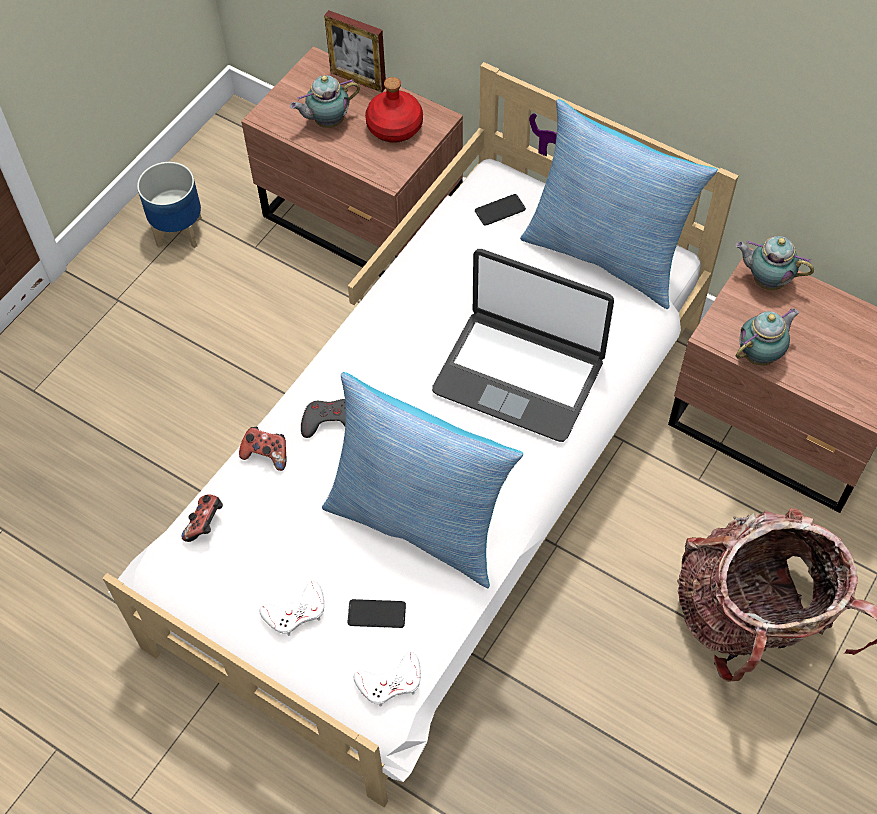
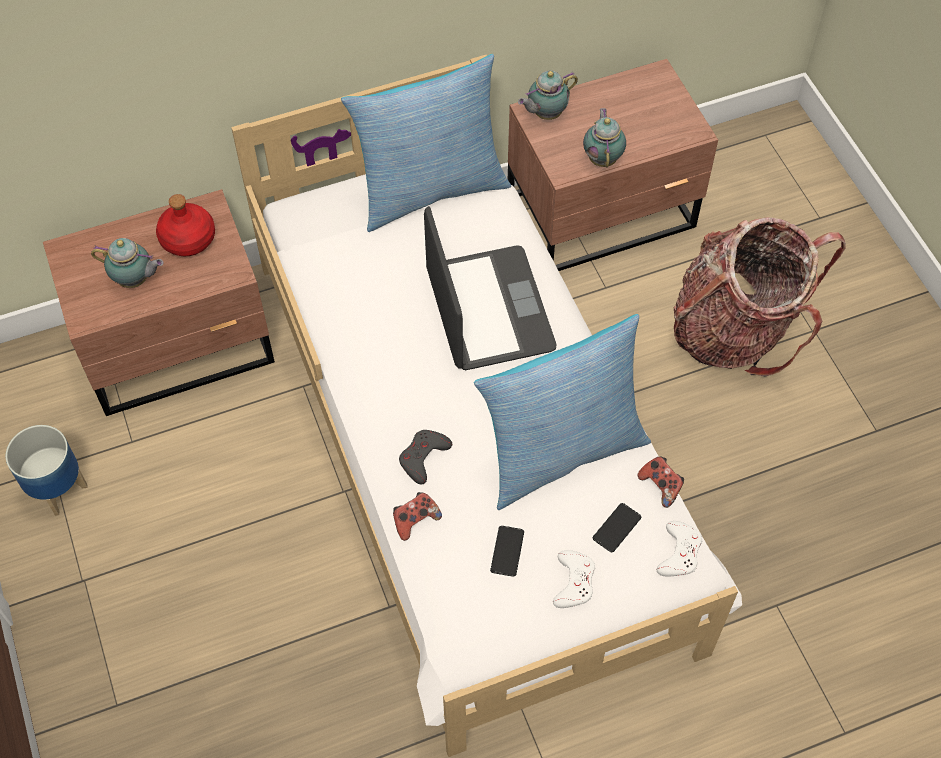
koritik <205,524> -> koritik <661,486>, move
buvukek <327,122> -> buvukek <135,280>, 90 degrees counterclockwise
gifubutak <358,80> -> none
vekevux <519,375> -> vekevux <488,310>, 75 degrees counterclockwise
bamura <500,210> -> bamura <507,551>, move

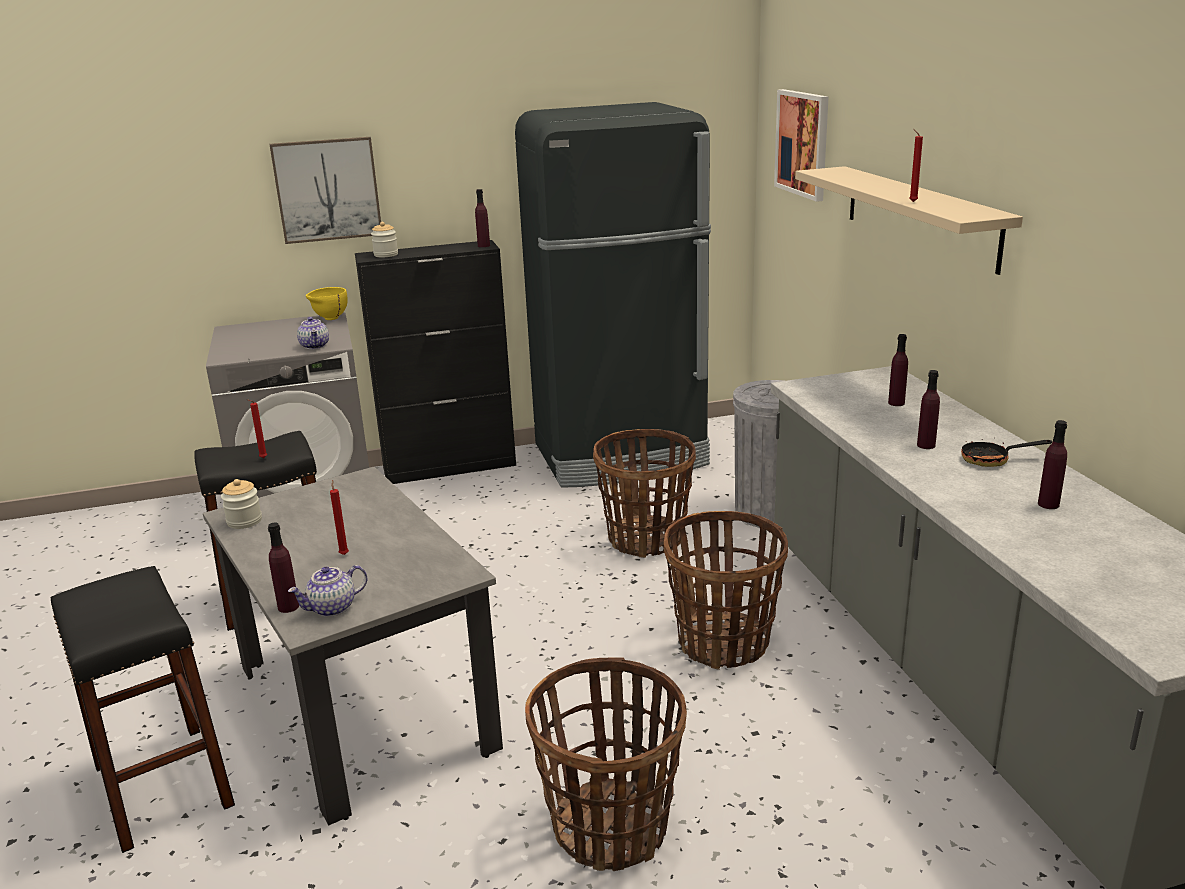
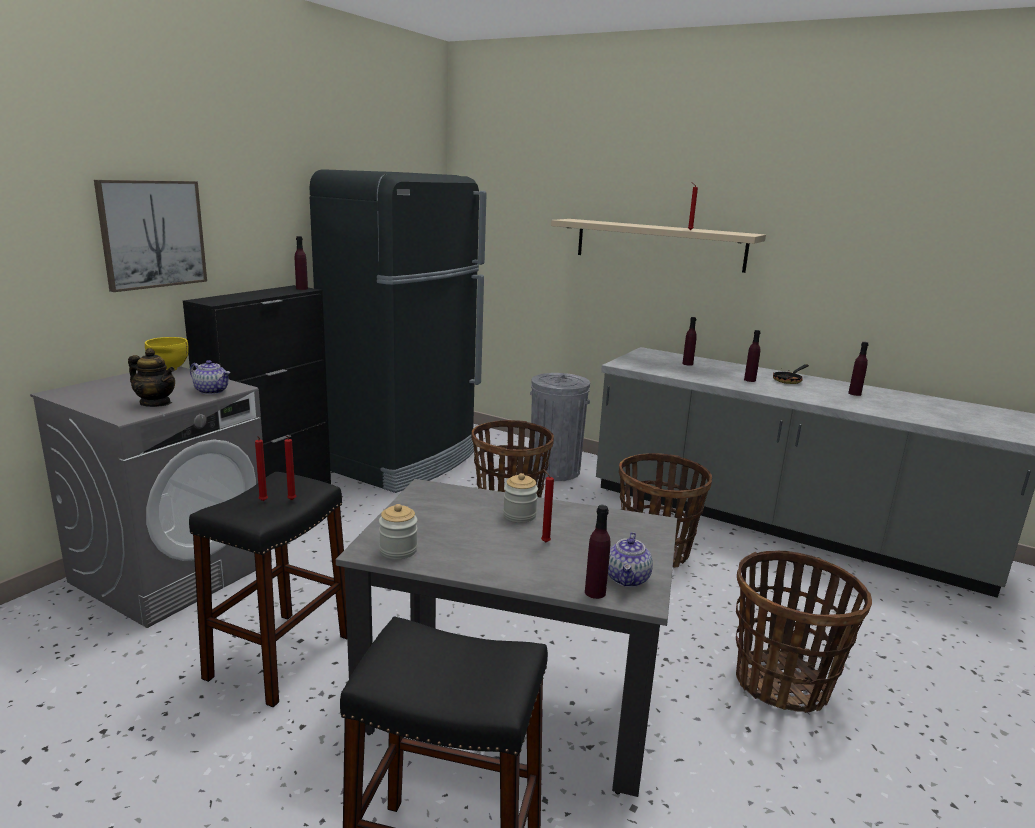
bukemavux <386,255> -> bukemavux <519,515>, move
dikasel <803,143> -> none
none -> buvukek <156,403>
none -> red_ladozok <263,501>

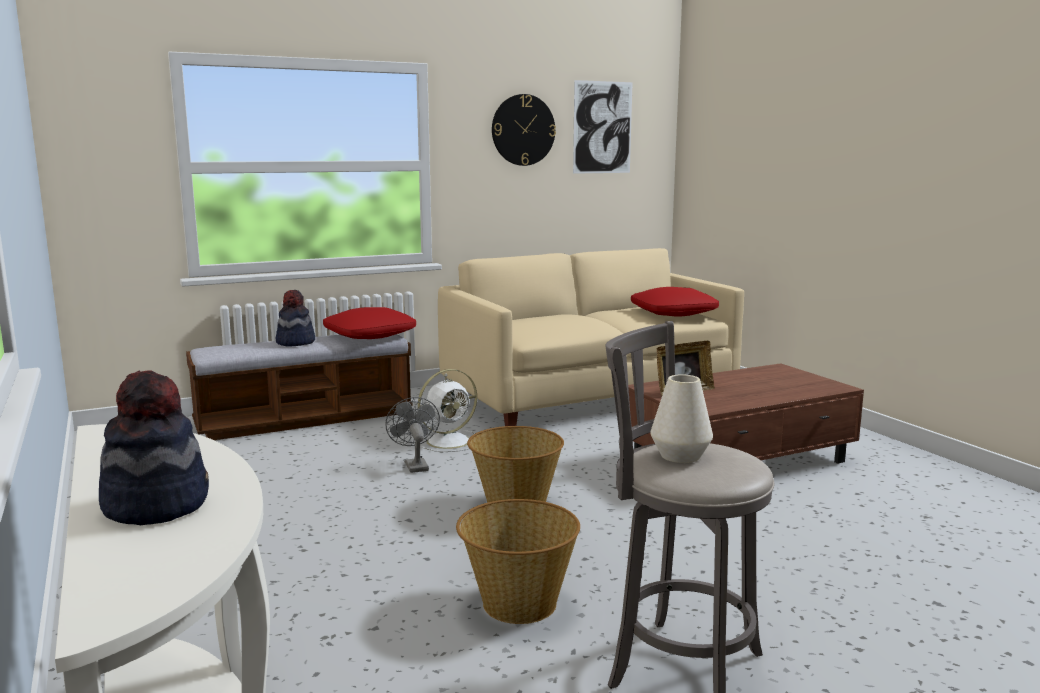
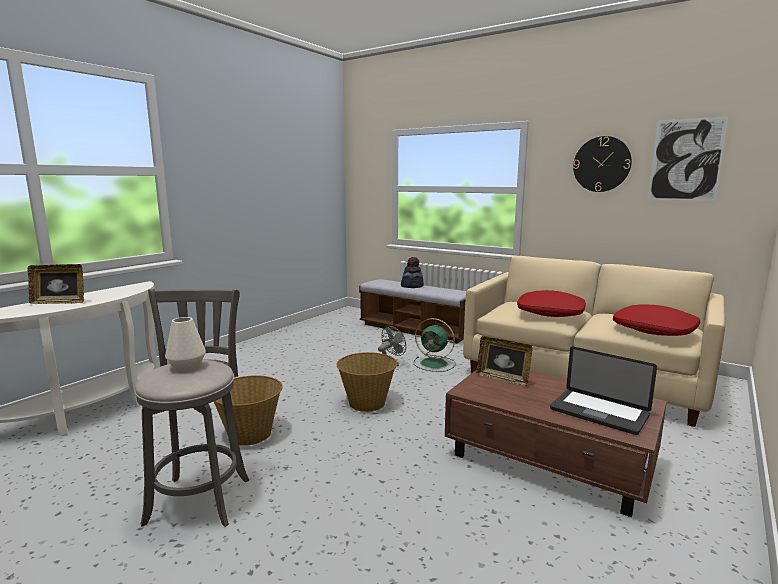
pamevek <156,504> -> gifubutak <59,302>
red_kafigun <370,334> -> red_kafigun <550,312>, move
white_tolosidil <450,441> -> green_tolosidil <435,364>
none -> vekevux <599,412>

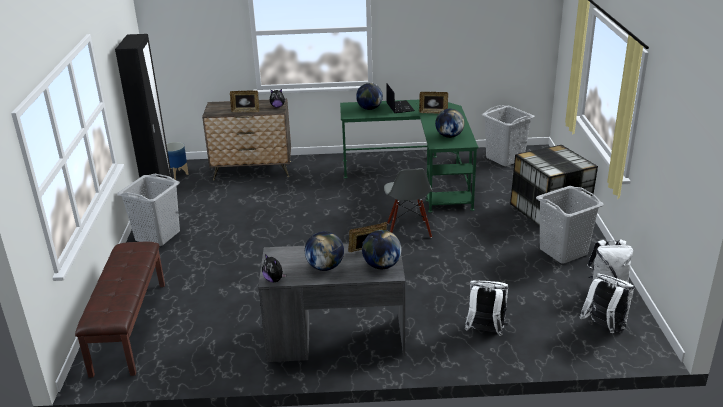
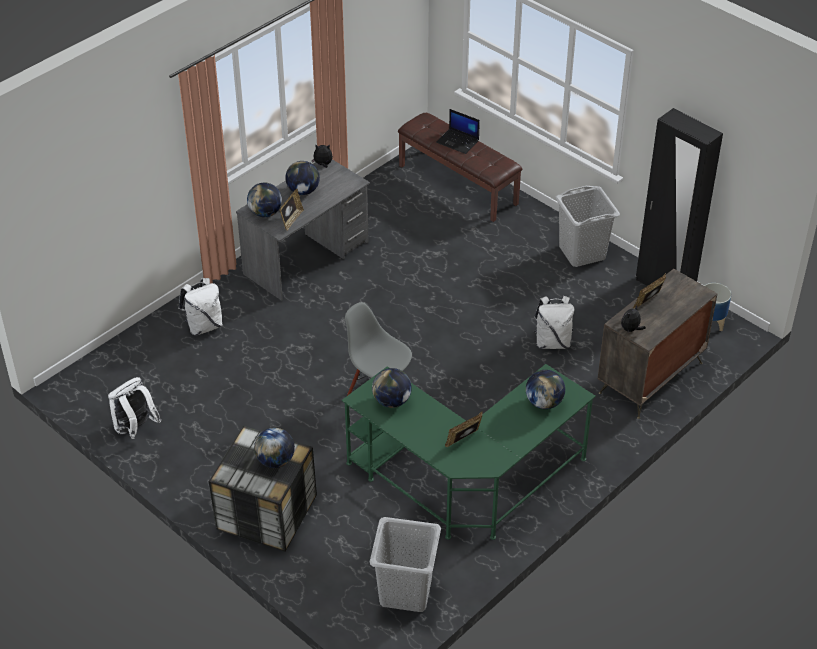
vekevux <399,107> -> vekevux <458,141>, move
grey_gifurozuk <562,251> -> none
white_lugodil <604,328> -> white_lugodil <552,342>, move
none -> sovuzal <275,461>

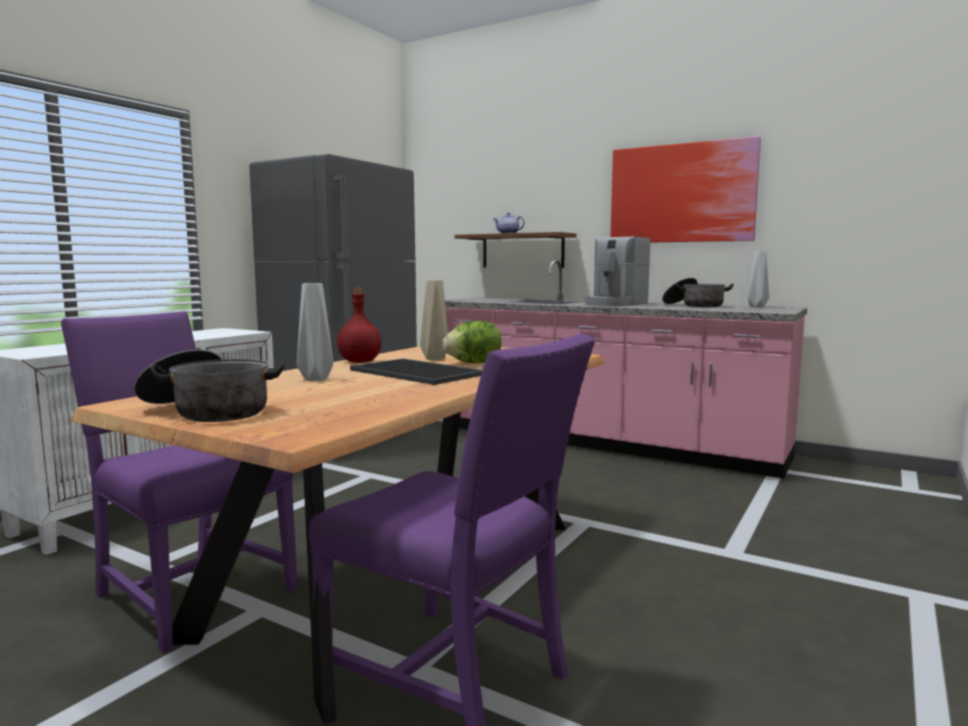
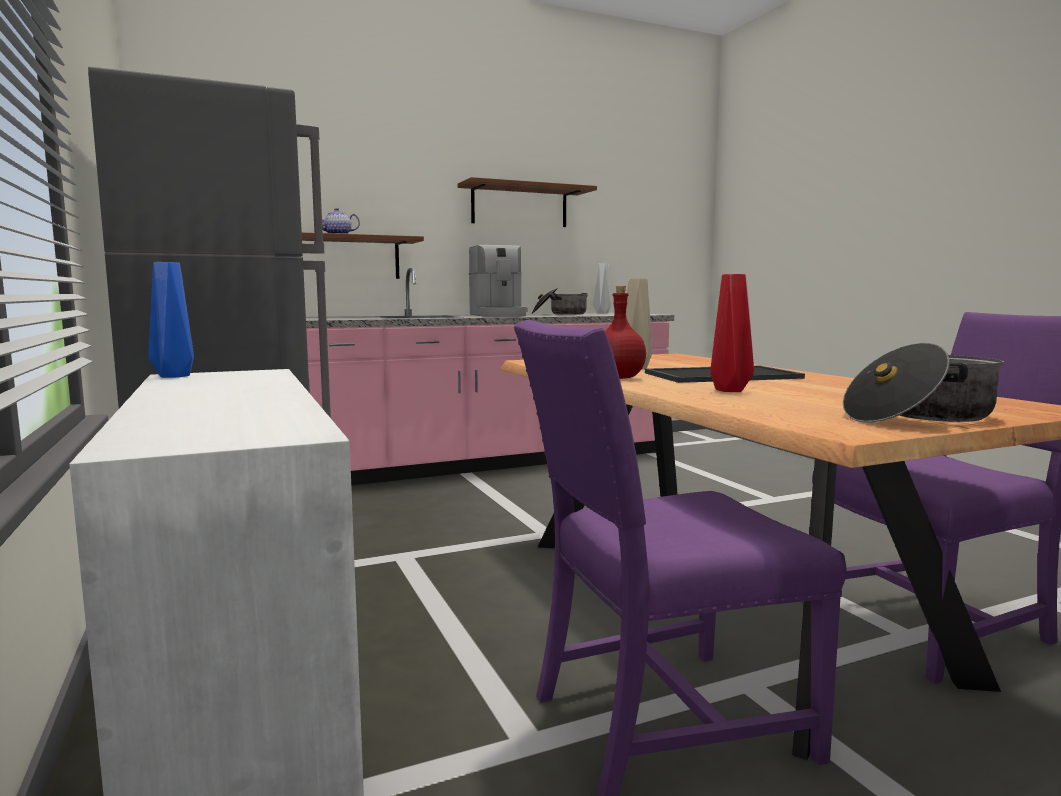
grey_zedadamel <314,379> -> red_zedadamel <730,390>
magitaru <474,363> -> none
dikasel <681,193> -> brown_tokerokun <519,206>
none -> blue_zedadamel <176,376>

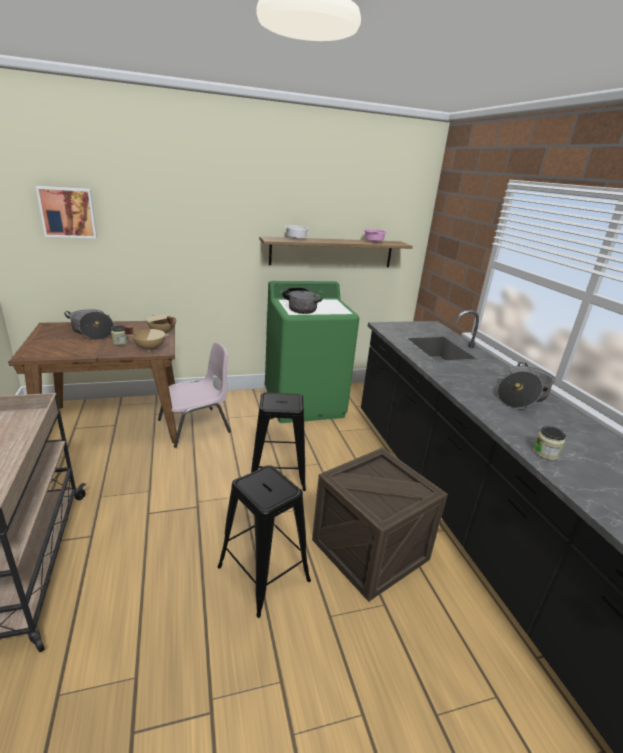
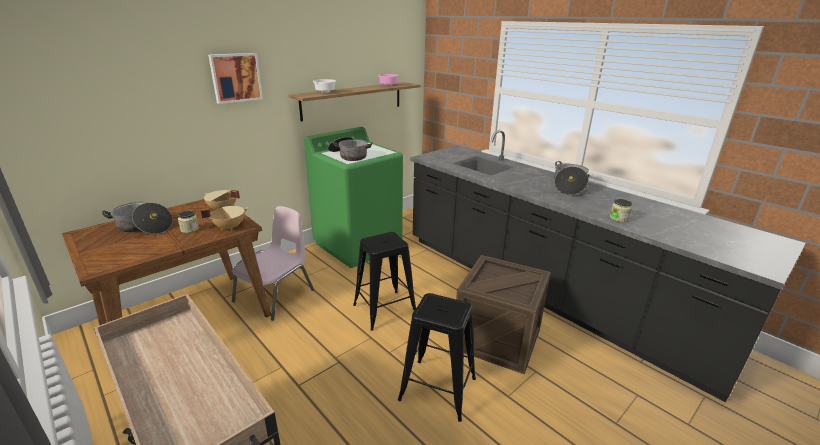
dikasel <68,212> -> dikasel <235,77>, move

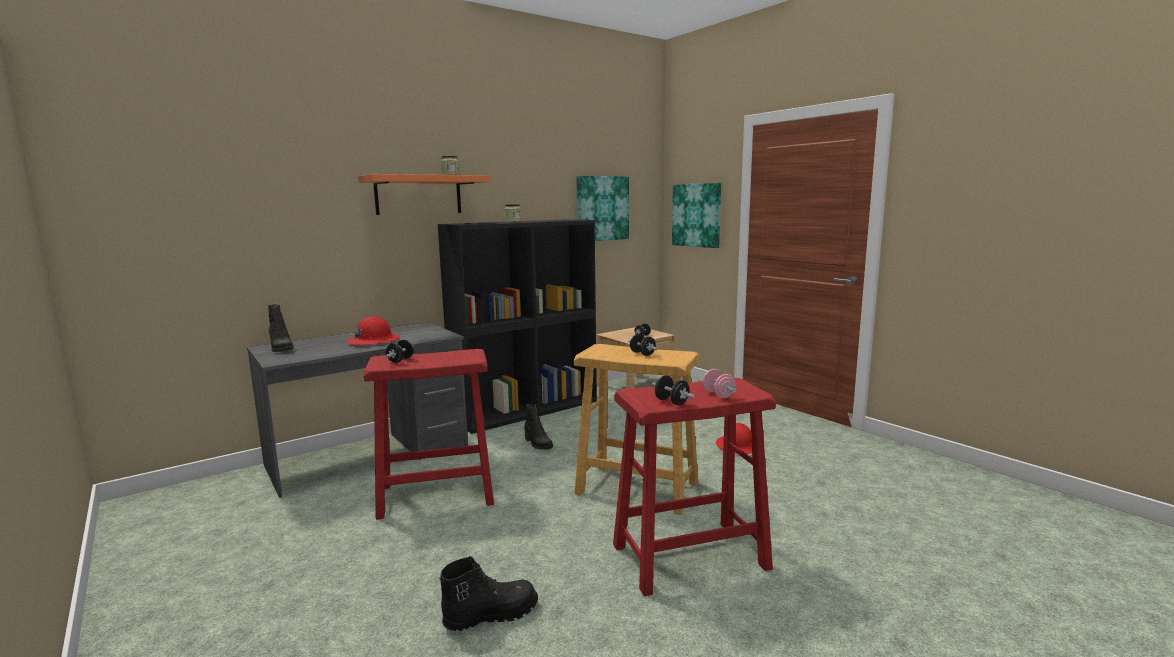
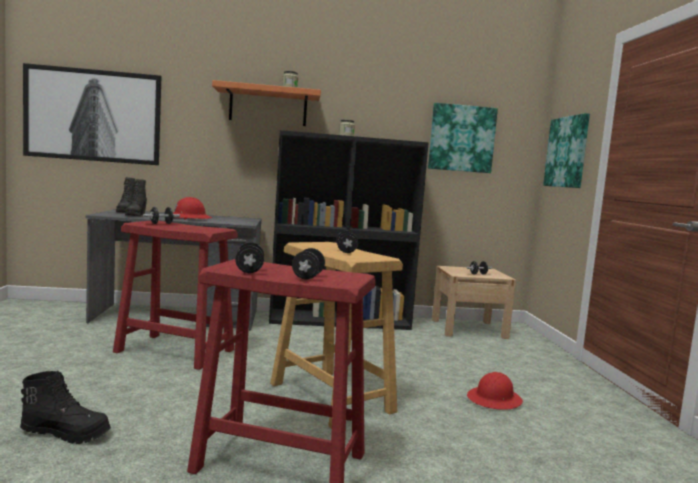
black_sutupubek <538,444> -> black_sutupubek <135,215>, move
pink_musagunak <718,395> -> black_musagunak <307,277>
none -> dikasel <93,115>

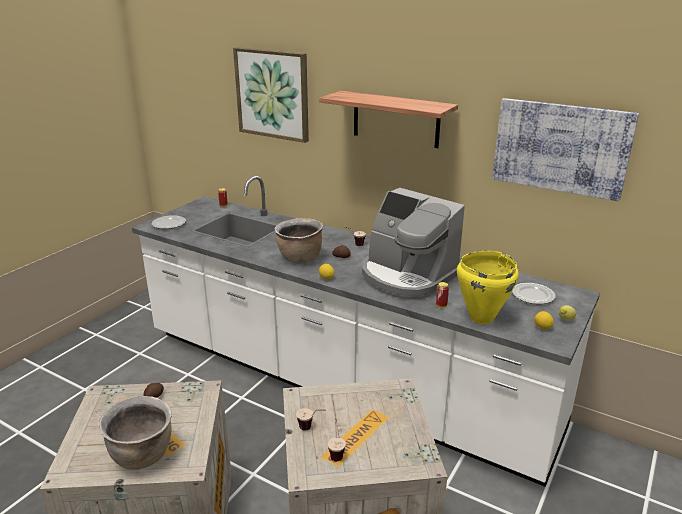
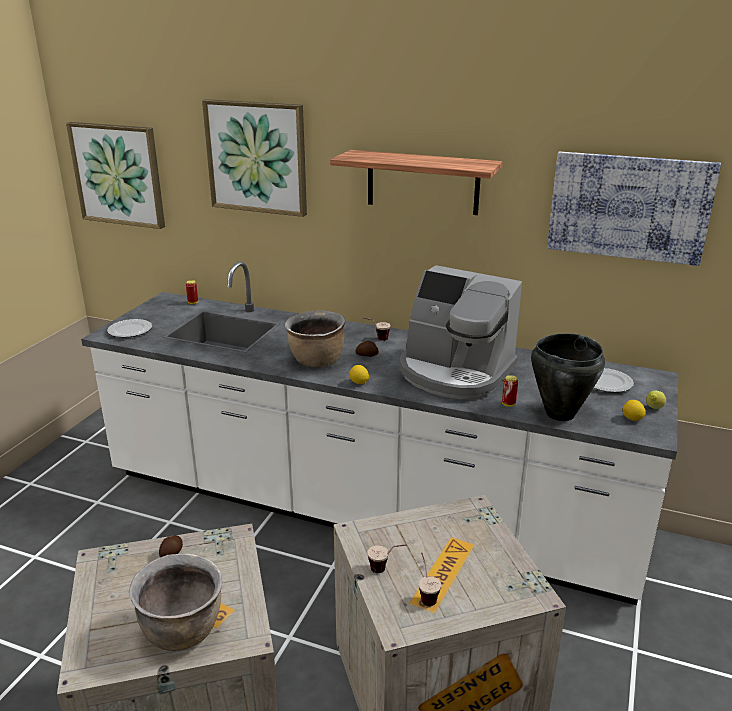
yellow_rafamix <481,317> -> black_rafamix <559,414>
none -> dikasel <118,174>

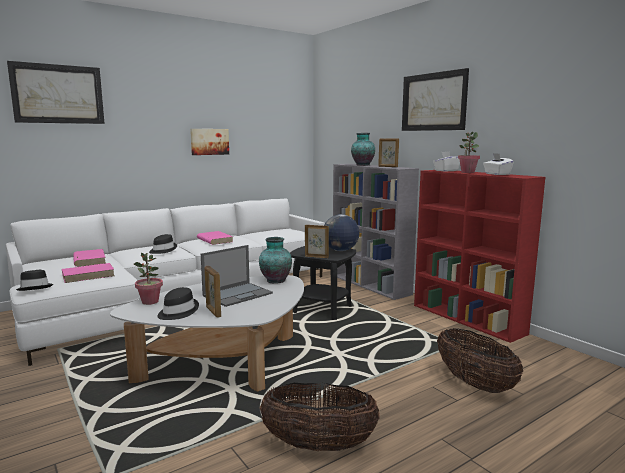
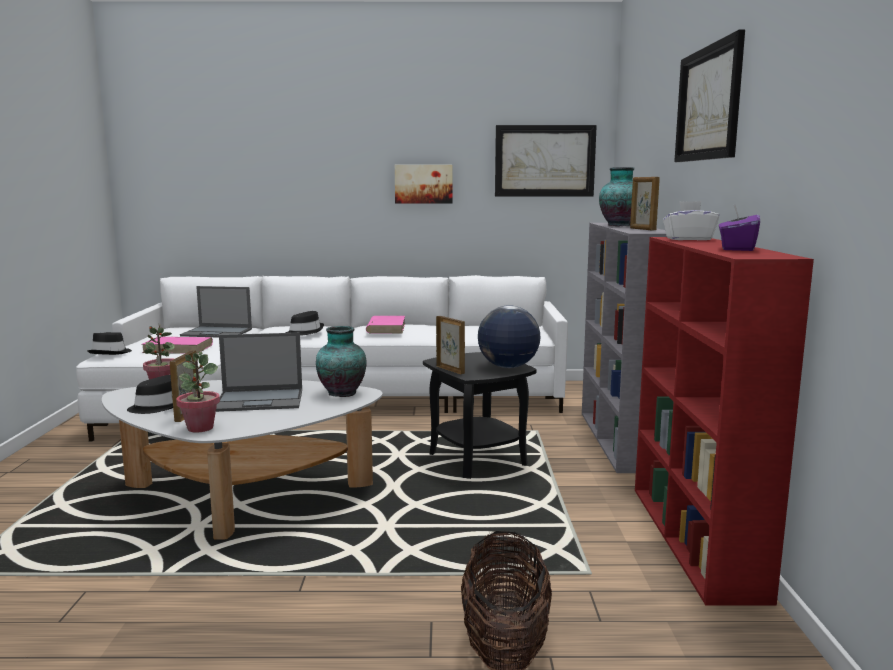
dikasel <58,94> -> dikasel <544,161>, move
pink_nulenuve <89,260> -> vekevux <217,332>
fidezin <318,445> -> none
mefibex <467,172> -> mefibex <200,428>, move
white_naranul <496,174> -> purple_naranul <736,249>

